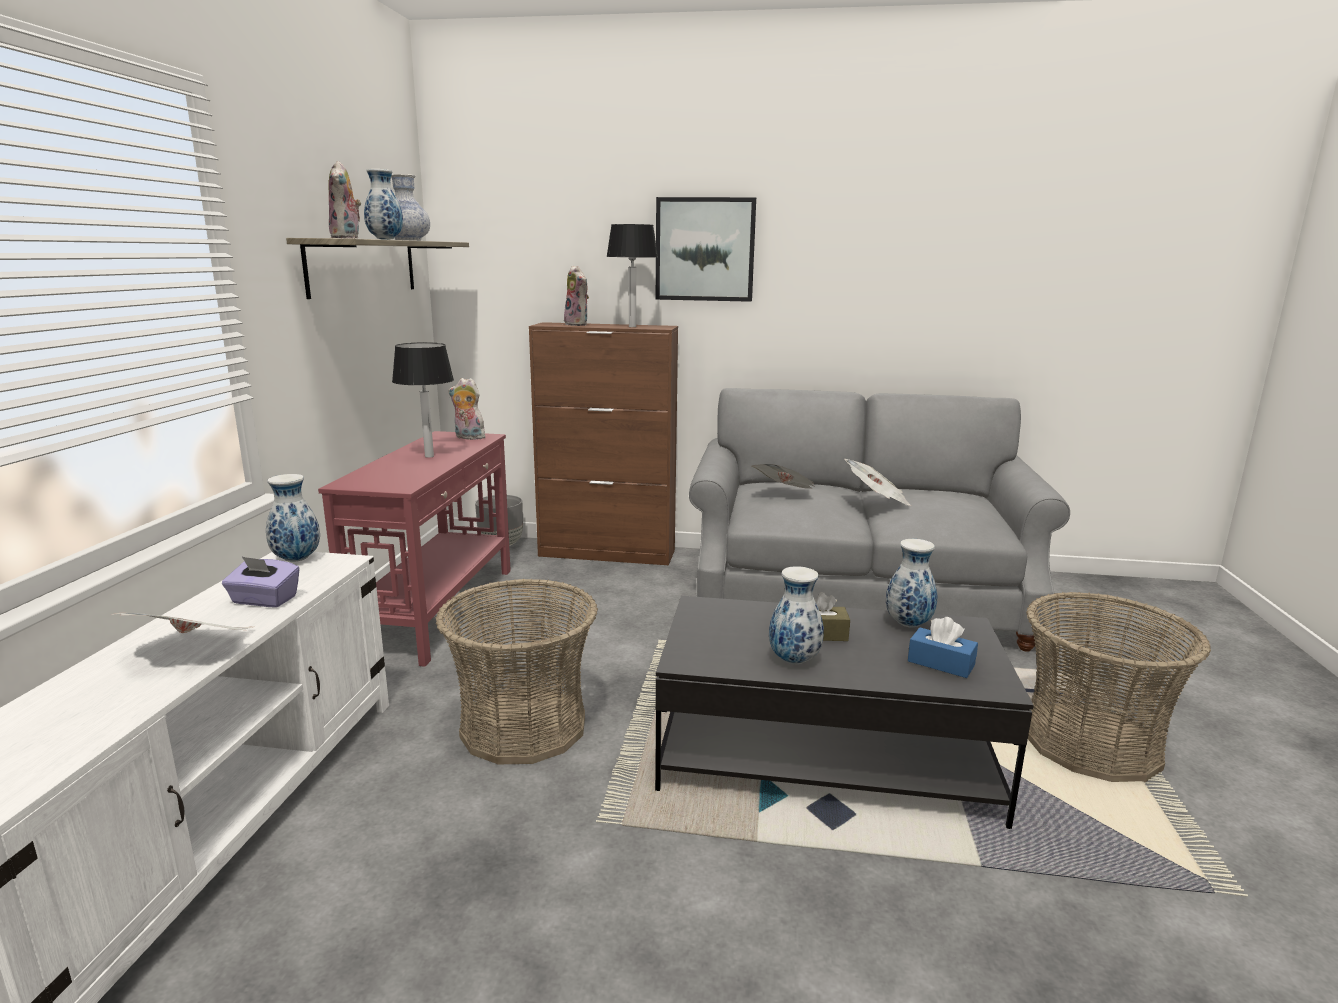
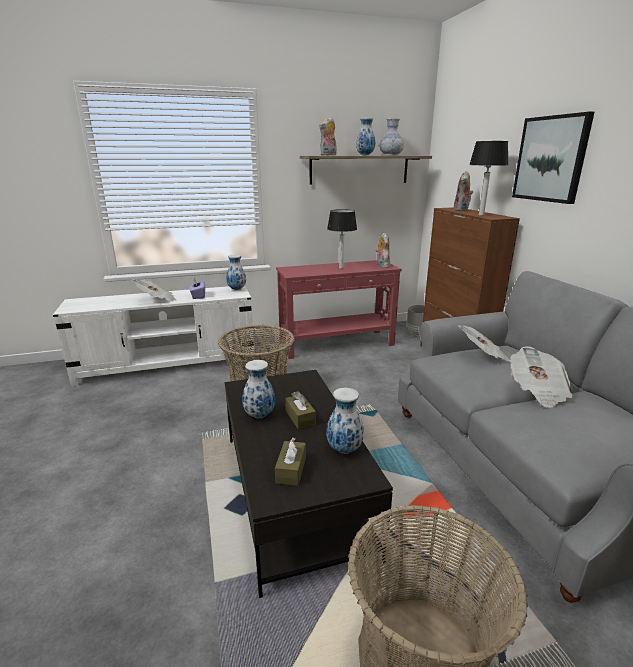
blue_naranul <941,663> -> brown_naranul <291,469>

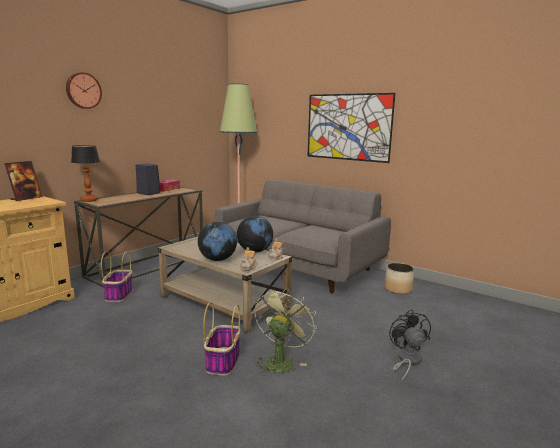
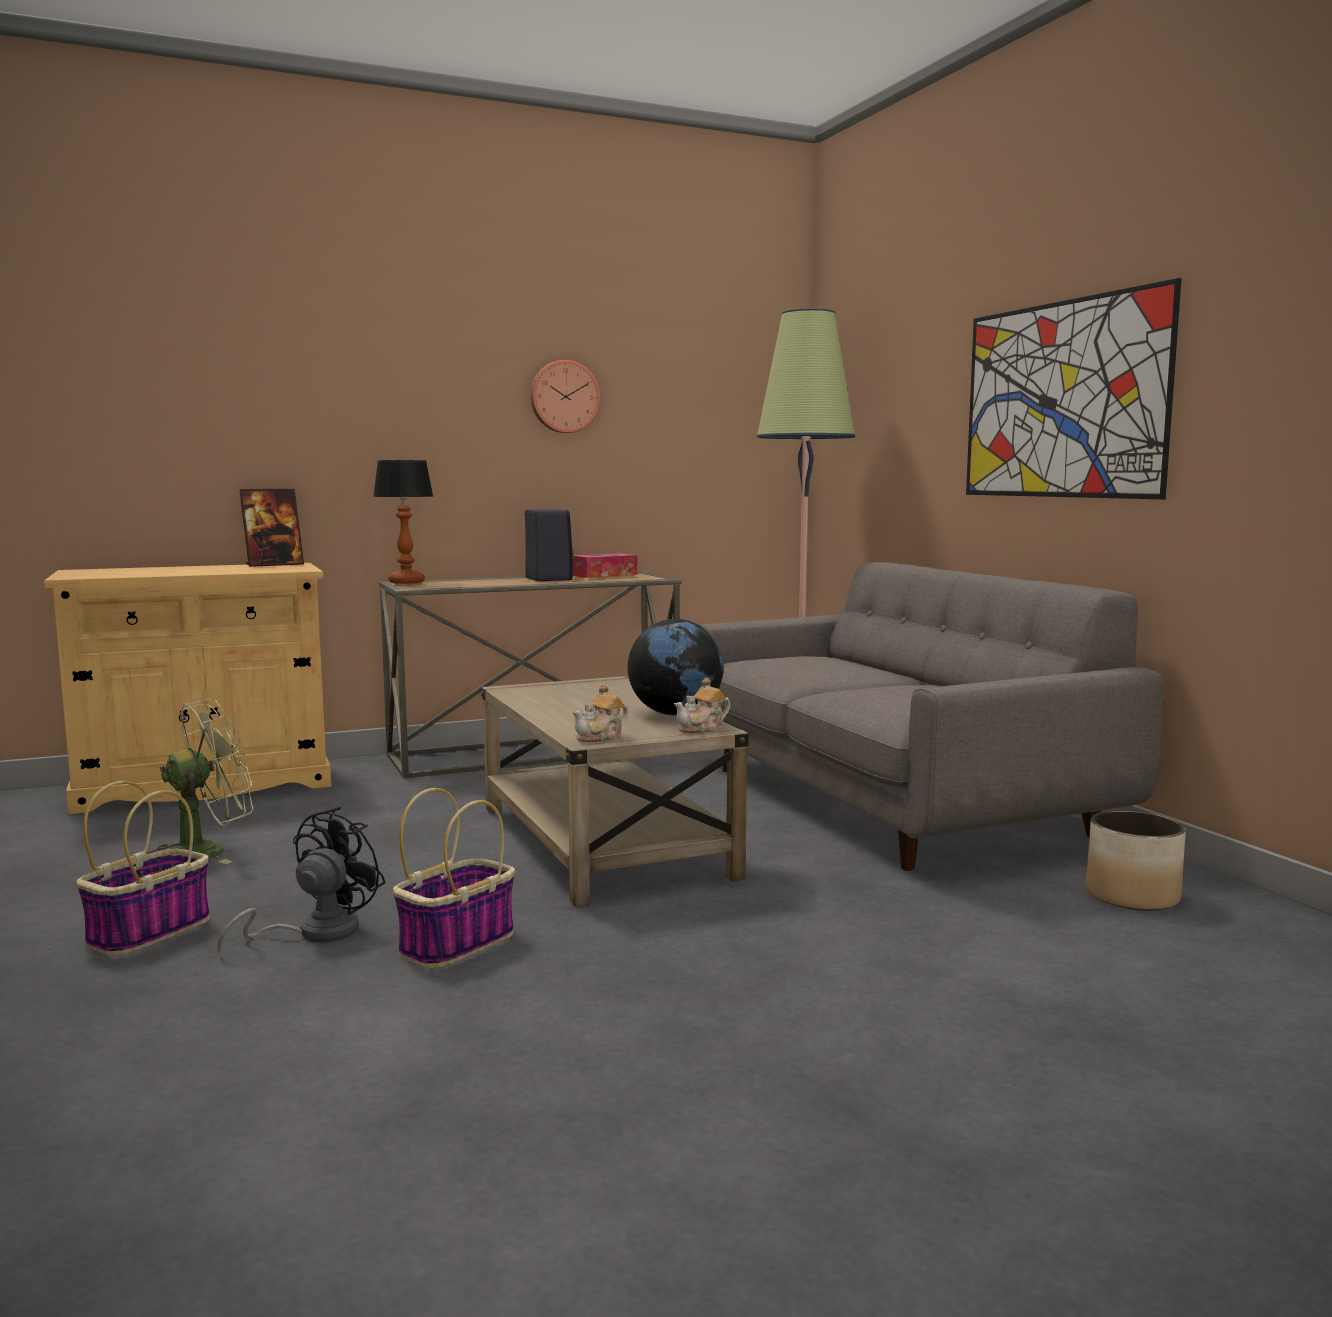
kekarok <83,90> -> kekarok <564,397>, move
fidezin <119,294> -> fidezin <150,931>, move
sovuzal <217,259> -> none
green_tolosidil <280,361> -> green_tolosidil <206,851>, move
black_tolosidil <407,361> -> black_tolosidil <314,933>, move

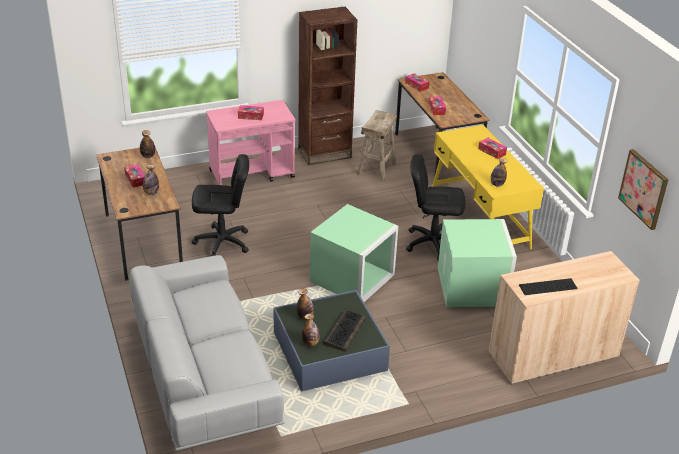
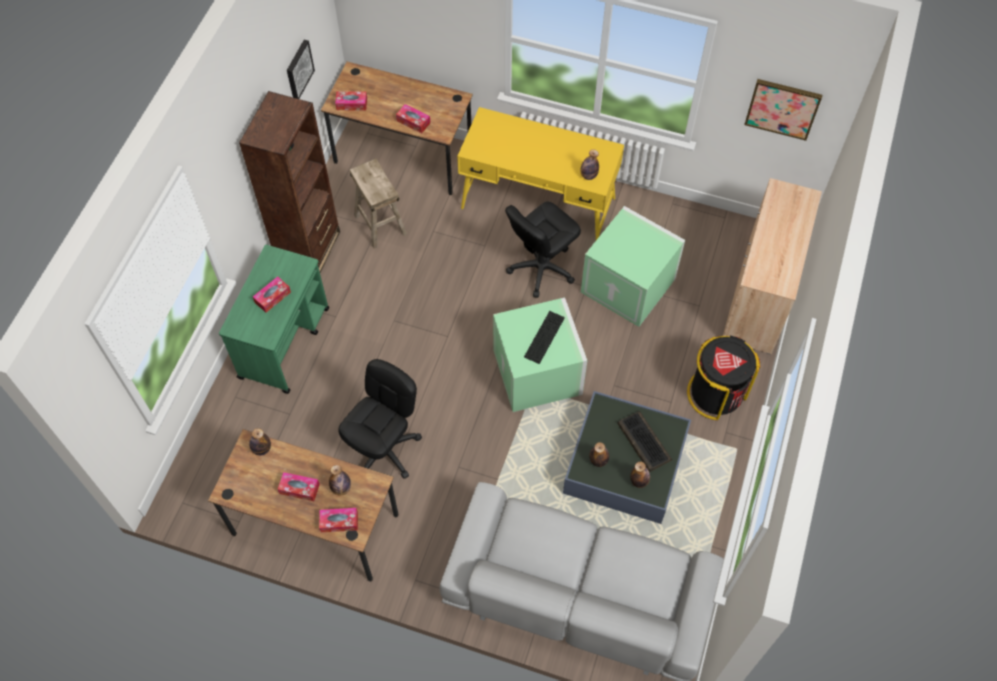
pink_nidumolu <252,174> -> green_nidumolu <285,342>
naranul <492,151> -> naranul <339,522>, move
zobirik <548,287> -> zobirik <544,337>, move
none -> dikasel <298,69>
none -> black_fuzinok <715,393>

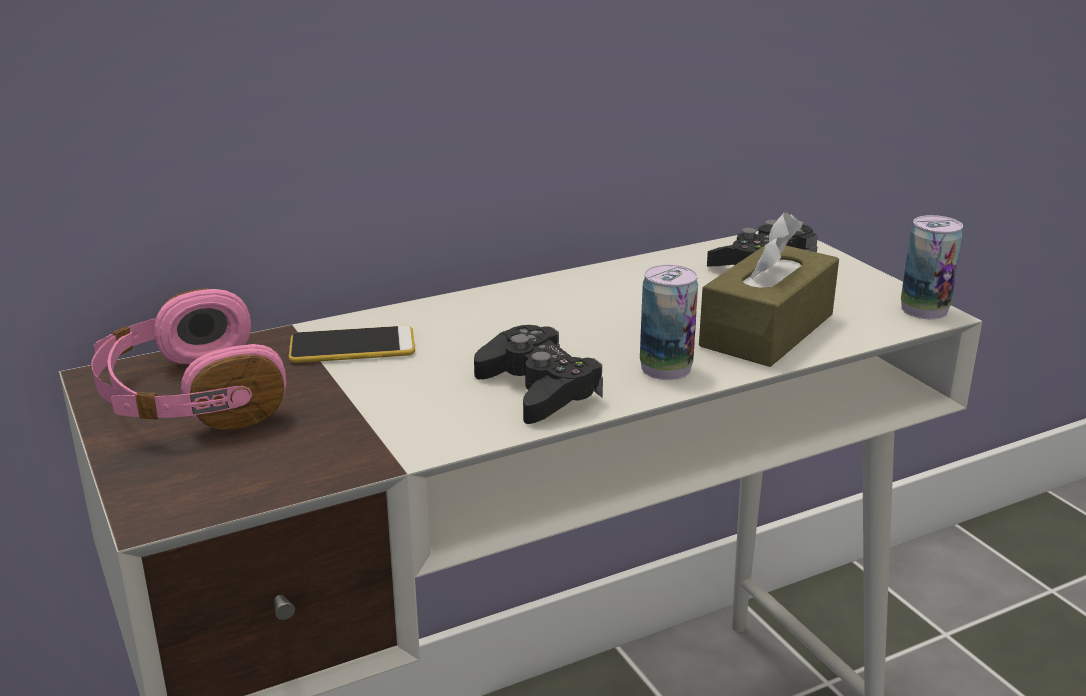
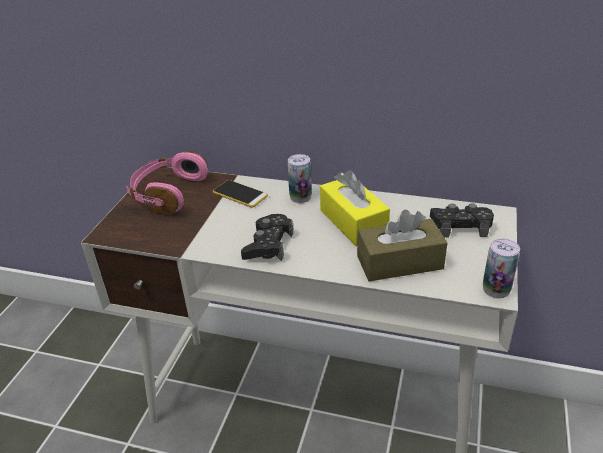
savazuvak <665,368> -> savazuvak <300,197>, move
none -> yellow_naranul <353,222>

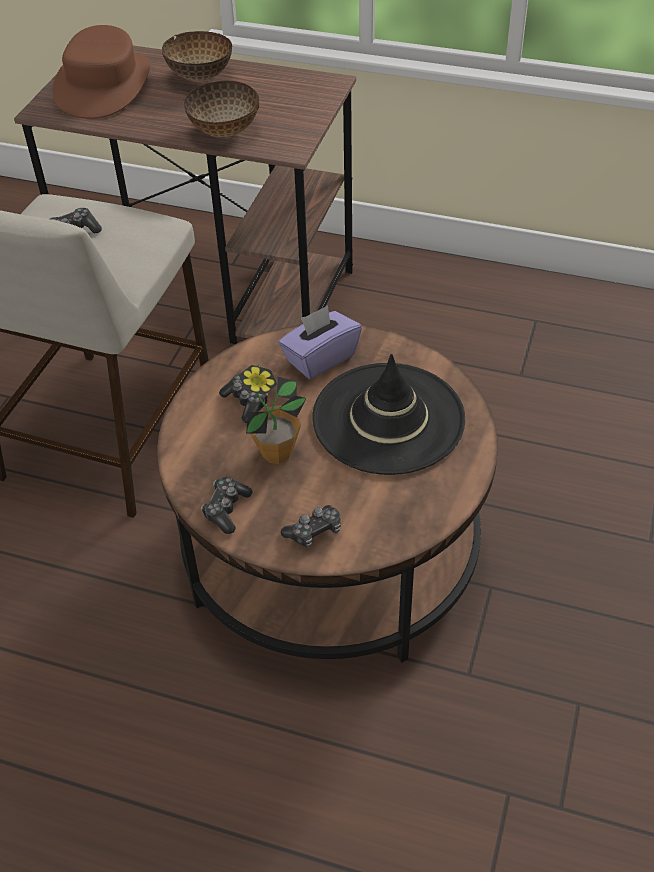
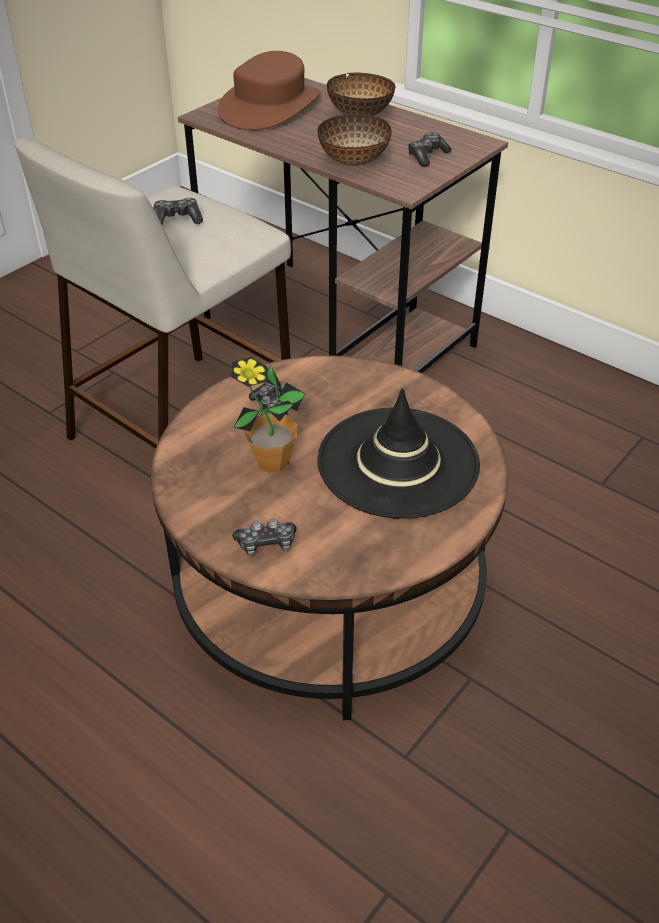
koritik <226,509> -> koritik <427,156>, move
purple_naranul <320,358> -> none

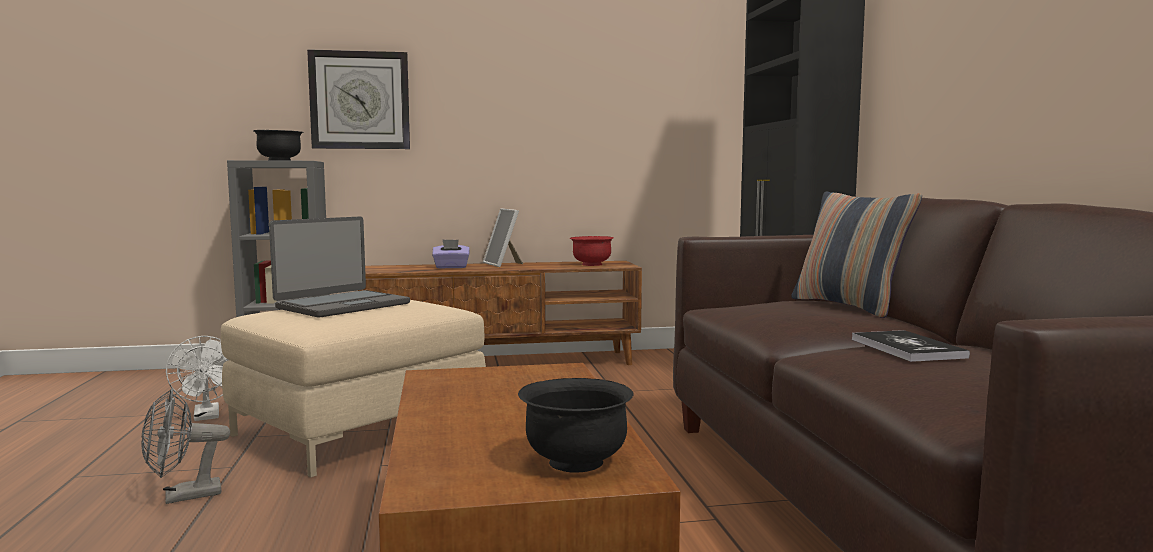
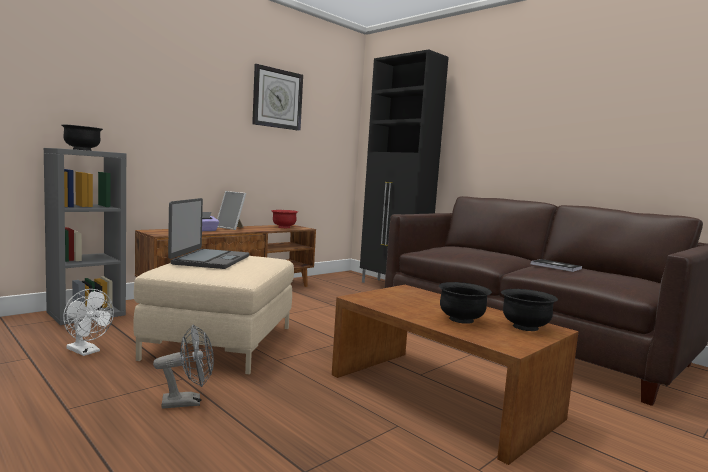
grey_tolosidil <183,496> -> grey_tolosidil <188,402>, 135 degrees counterclockwise
kekarok <360,100> -> kekarok <277,98>, move
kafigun <848,306> -> none
none -> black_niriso <461,320>

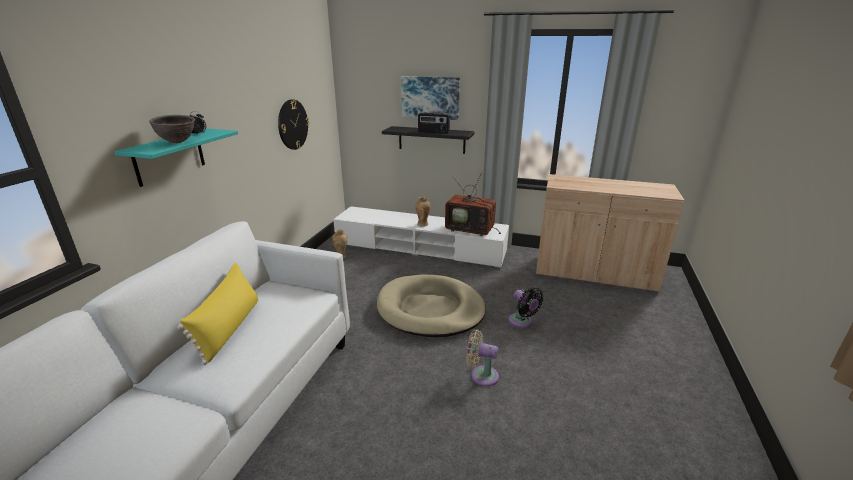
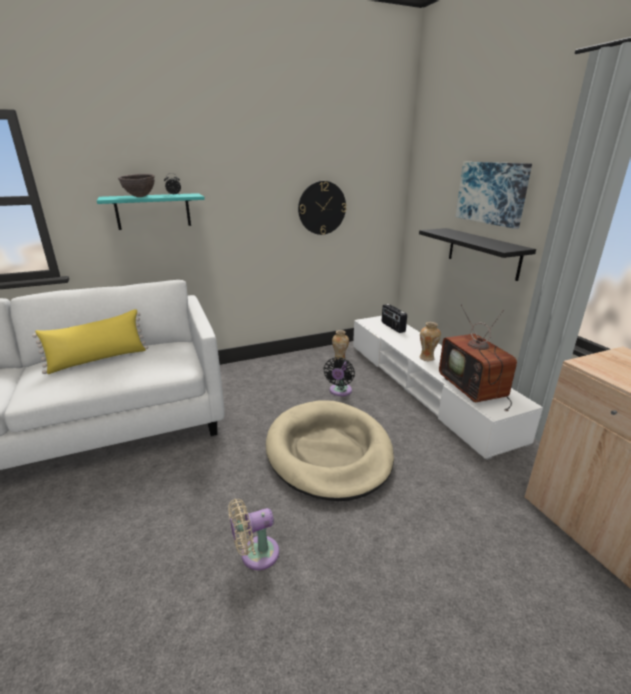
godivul <433,132> -> godivul <392,327>, move
beige_tolosidil <481,375> -> beige_tolosidil <255,554>, 90 degrees counterclockwise
black_tolosidil <522,322> -> black_tolosidil <340,391>, move

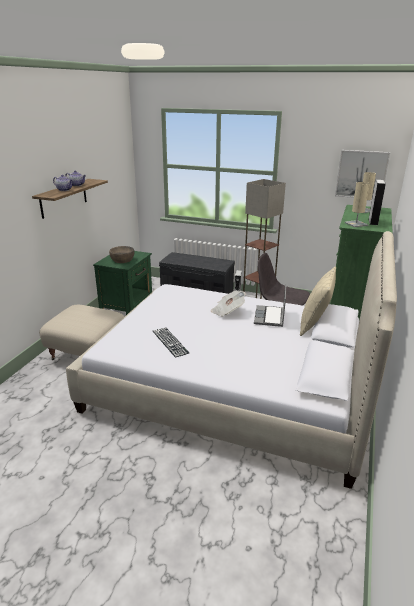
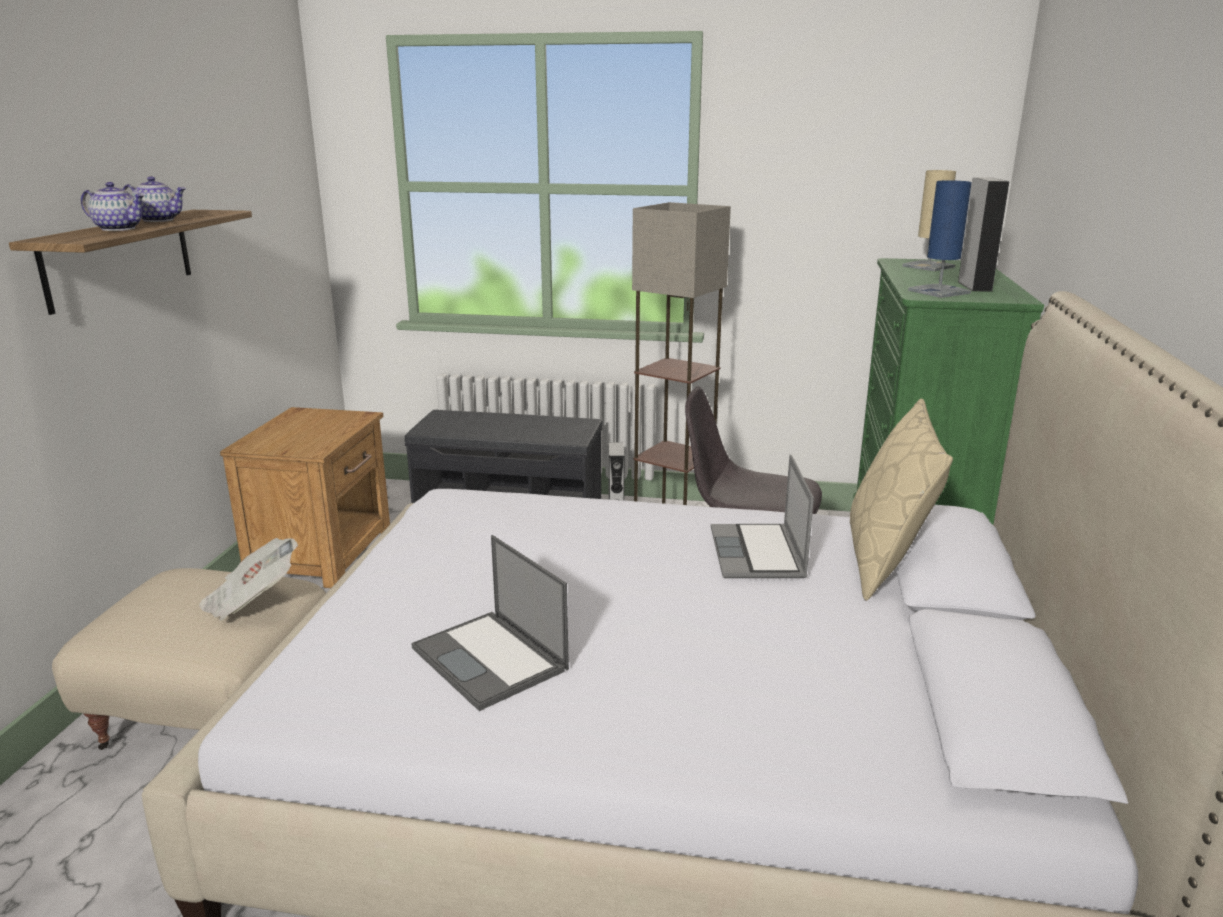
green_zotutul <127,303> -> brown_zotutul <323,554>
brown_niriso <122,260> -> none
zobirik <170,342> -> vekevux <491,659>
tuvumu <227,311> -> tuvumu <251,601>, move
dikasel <361,174> -> none
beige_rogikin <356,224> -> blue_rogikin <939,292>

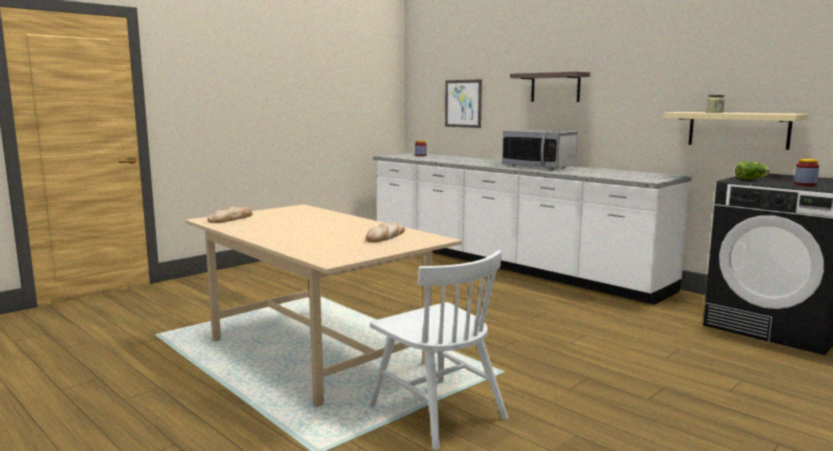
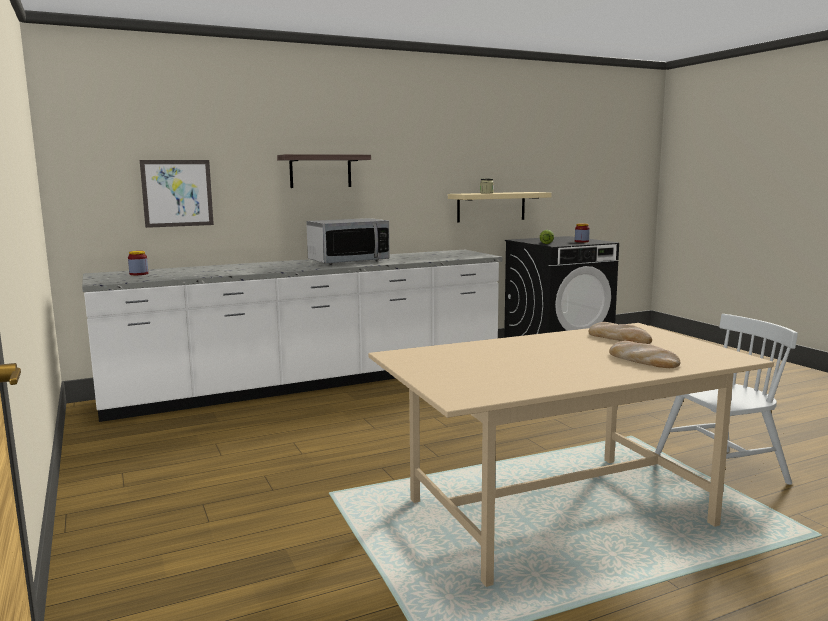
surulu <230,219> -> surulu <642,360>, move

